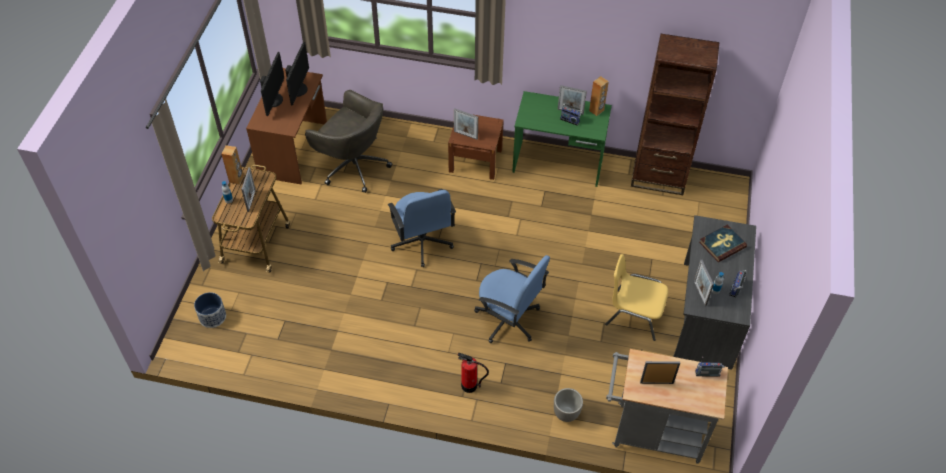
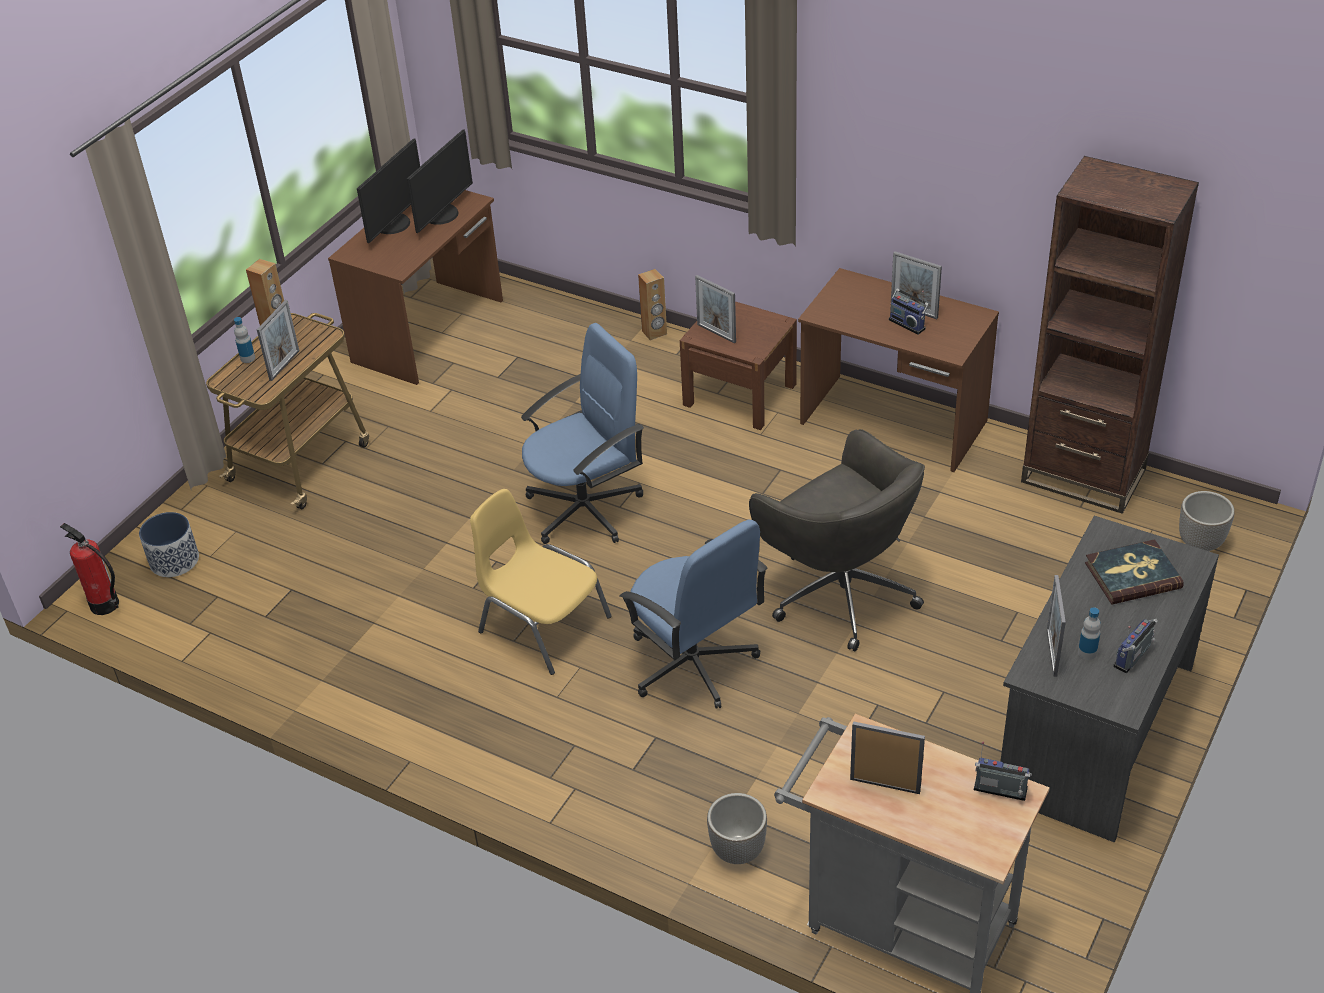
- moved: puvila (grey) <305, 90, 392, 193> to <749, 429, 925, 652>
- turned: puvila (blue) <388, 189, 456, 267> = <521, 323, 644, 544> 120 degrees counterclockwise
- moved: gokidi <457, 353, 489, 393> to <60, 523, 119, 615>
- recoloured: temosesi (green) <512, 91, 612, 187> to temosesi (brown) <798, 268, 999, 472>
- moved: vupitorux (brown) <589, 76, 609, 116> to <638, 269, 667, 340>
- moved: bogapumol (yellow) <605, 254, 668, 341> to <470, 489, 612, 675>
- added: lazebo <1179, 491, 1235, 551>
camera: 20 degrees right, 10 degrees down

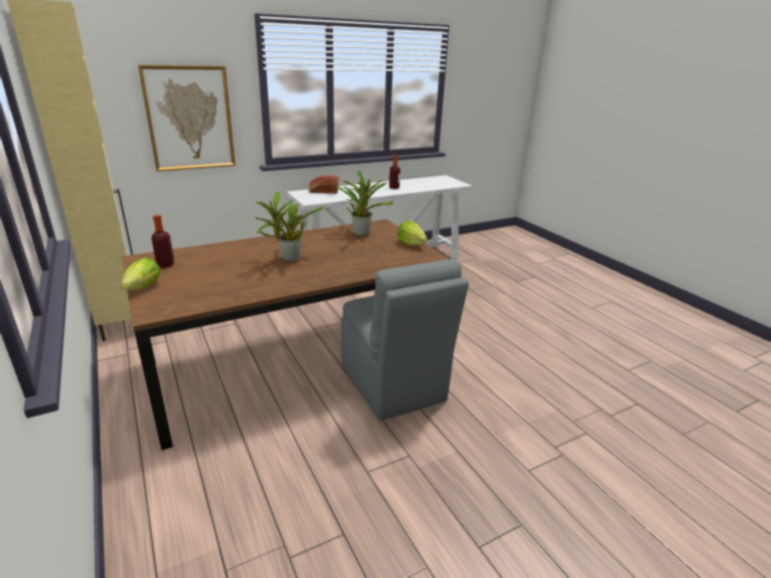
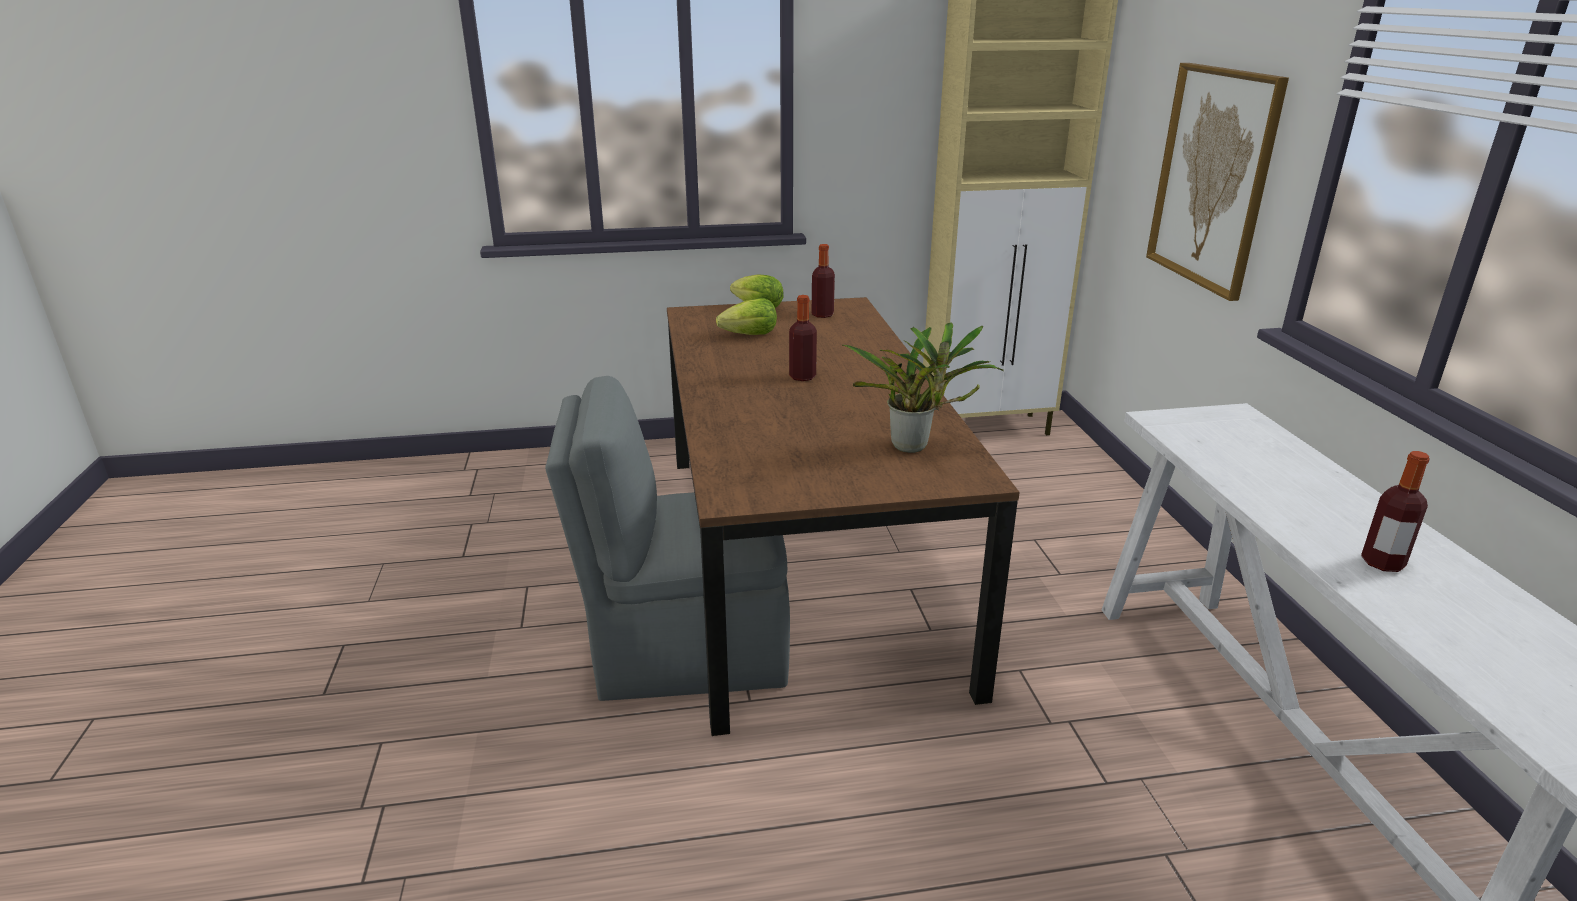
- replaced: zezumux <255, 192, 324, 262> to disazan <789, 295, 817, 381>
- removed: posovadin <309, 175, 339, 194>
- moved: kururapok <397, 221, 427, 245> to <716, 298, 777, 335>
camera: 110 degrees right, 0 degrees up

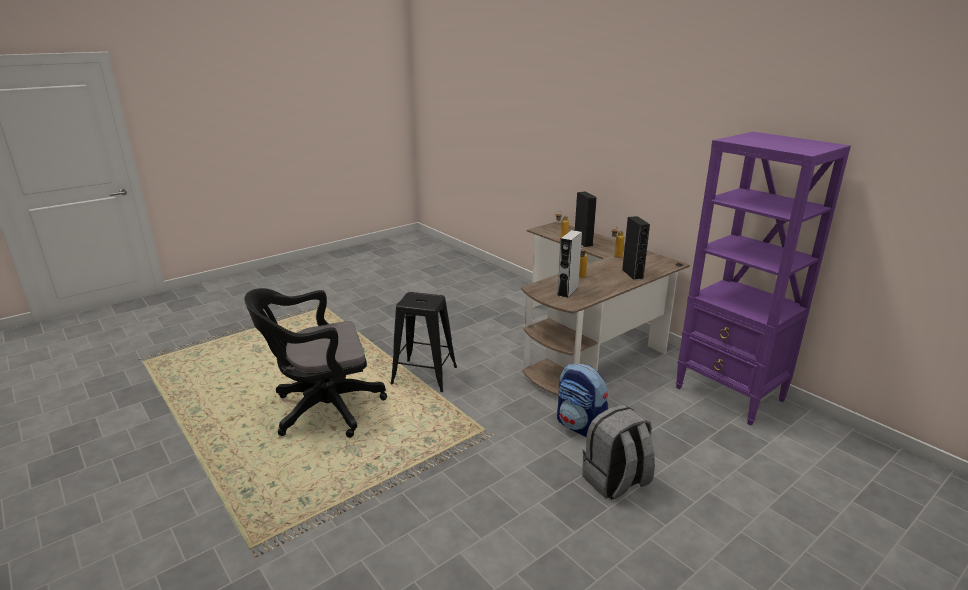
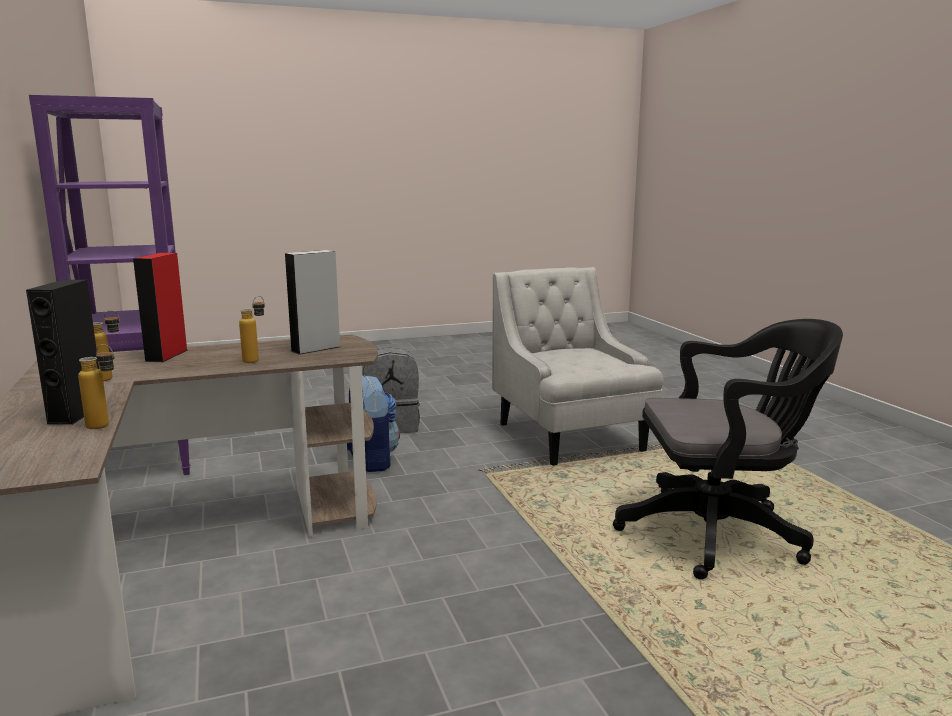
- removed: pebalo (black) <390, 292, 457, 392>
- recoloured: vupitorux (black) <622, 216, 650, 280> to vupitorux (red) <133, 253, 188, 362>
- added: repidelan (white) <492, 267, 664, 466>
camera: 160 degrees left, 10 degrees down

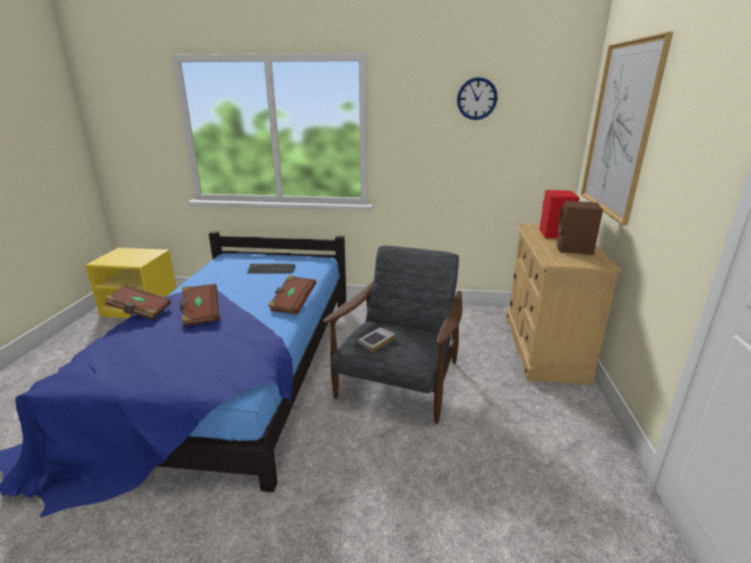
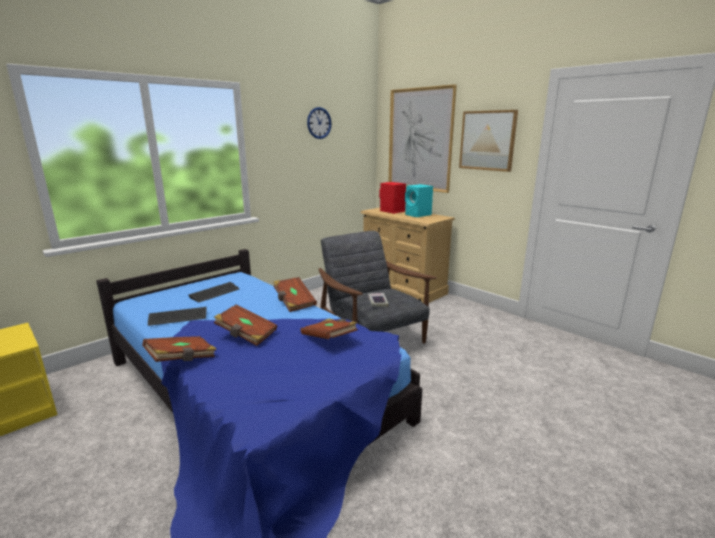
- recoloured: vupitorux (brown) <557, 201, 603, 255> to vupitorux (turquoise) <405, 184, 433, 217>
- added: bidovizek <148, 307, 207, 326>
- added: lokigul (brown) <300, 319, 358, 339>
- added: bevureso <459, 110, 518, 172>
camera: 50 degrees left, 5 degrees down

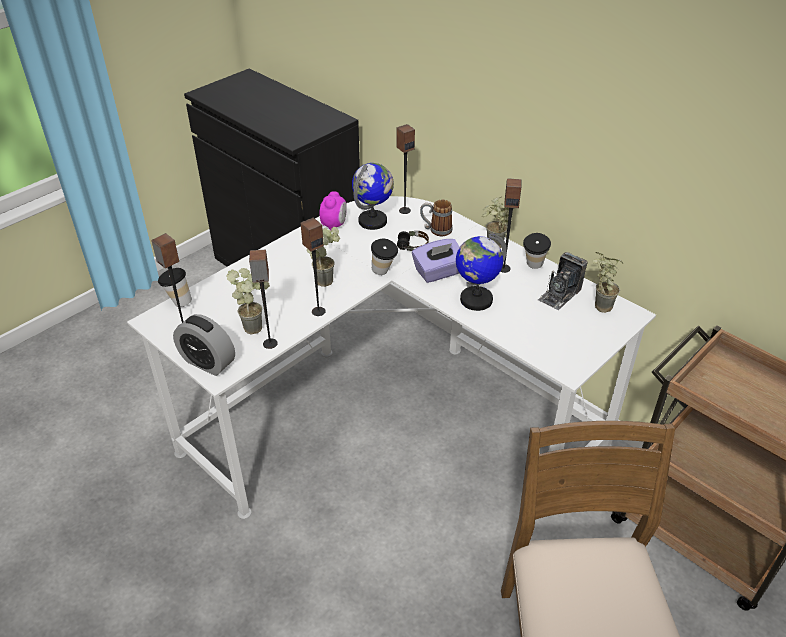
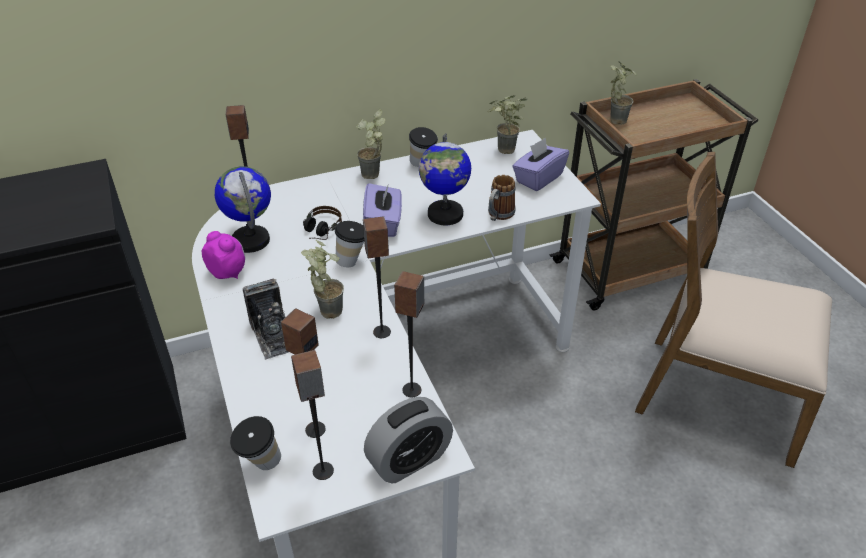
- moved: zezumux <226, 268, 270, 335> to <610, 62, 637, 125>
- moved: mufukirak <420, 199, 453, 236> to <488, 175, 515, 221>
- moved: vupitorux <500, 178, 521, 273> to <281, 308, 326, 438>
- moved: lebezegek <538, 252, 588, 310> to <243, 279, 289, 360>
- added: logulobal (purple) <512, 137, 569, 191>
camera: 65 degrees left, 0 degrees up

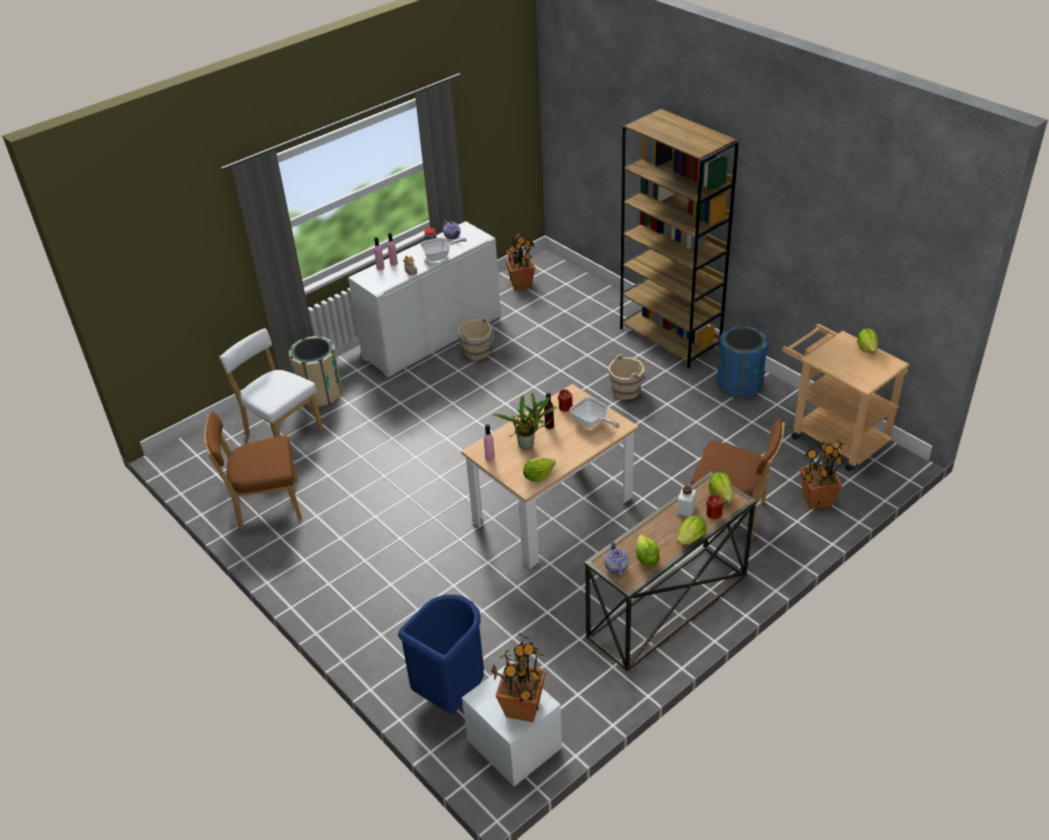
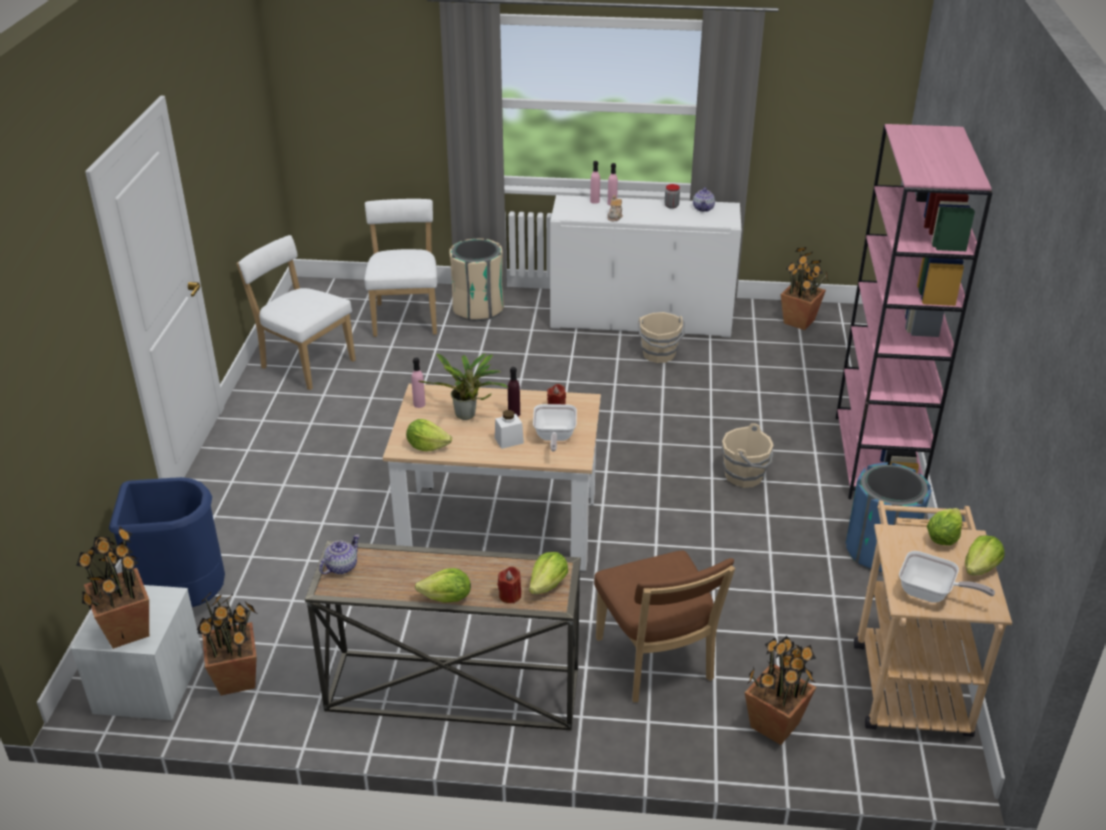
- recoloured: bogapumol (brown) <204, 411, 302, 530> to bogapumol (white) <236, 235, 356, 390>
- moved: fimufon <420, 237, 467, 262> to <899, 551, 995, 603>
- recoloured: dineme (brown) <620, 109, 739, 369> to dineme (pink) <836, 124, 992, 499>
- moved: kururapok <636, 534, 660, 567> to <927, 508, 962, 546>
- moved: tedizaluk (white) <676, 486, 696, 517> to <495, 410, 524, 449>
- added: zezumux <197, 592, 257, 695>
camera: 45 degrees right, 5 degrees down

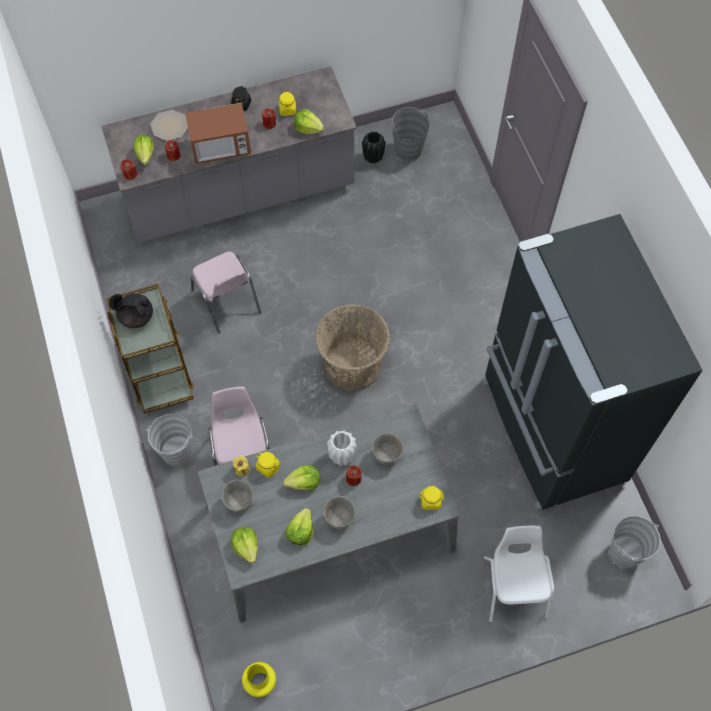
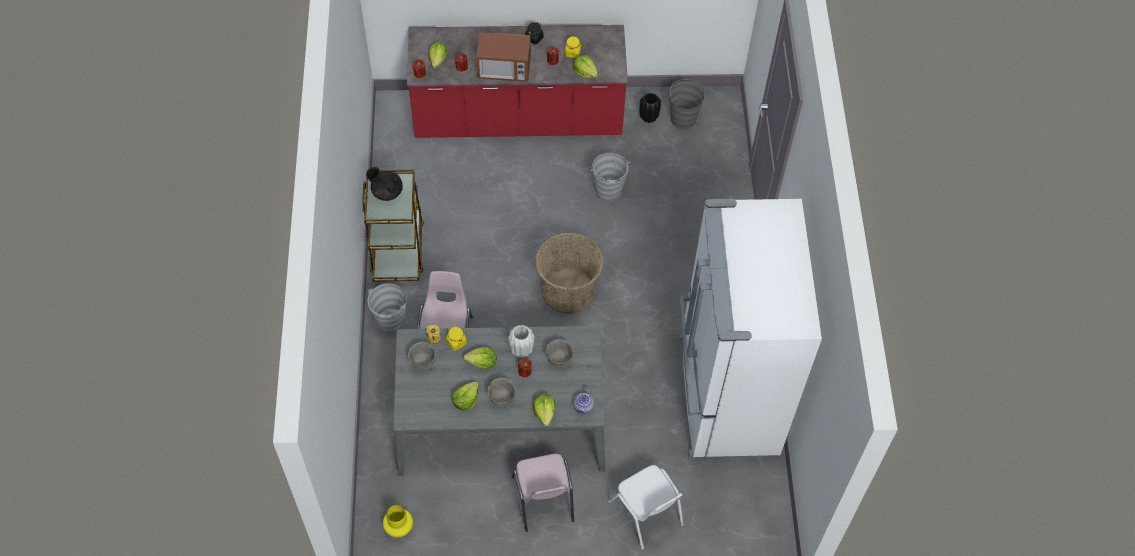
- recoloured: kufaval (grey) <102, 66, 357, 243> to kufaval (red) <407, 25, 628, 138>
- removed: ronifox <150, 110, 188, 141>
- moved: bogapumol (pink) <191, 251, 261, 334> to <511, 454, 574, 532>
- moved: kururapok <231, 527, 258, 564> to <533, 394, 556, 426>
- replaced: tedizaluk (yellow) <419, 486, 444, 510> to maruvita <573, 387, 594, 416>
- recoloured: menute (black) <481, 214, 703, 511> to menute (white) <678, 199, 822, 458>
- turned: bogapumol (white) <484, 526, 554, 622> = <608, 465, 684, 550> 135 degrees clockwise
- moved: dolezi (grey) <610, 516, 661, 568> to <591, 153, 630, 202>
camera: 15 degrees right, 5 degrees down

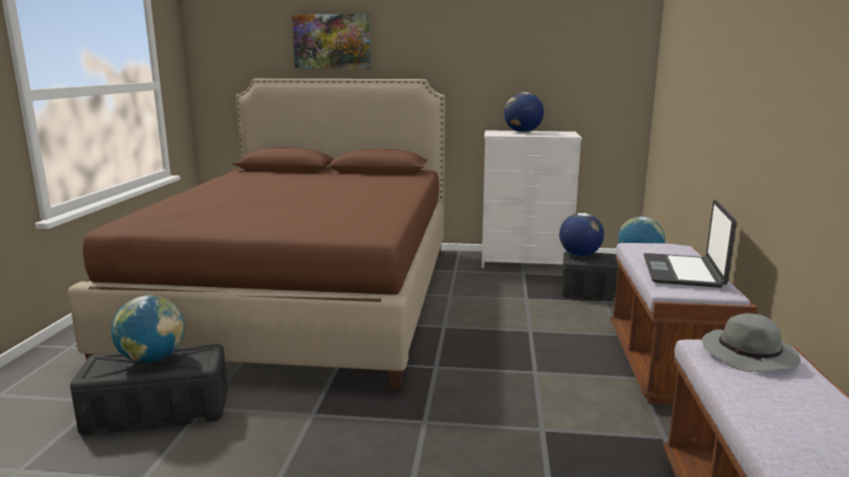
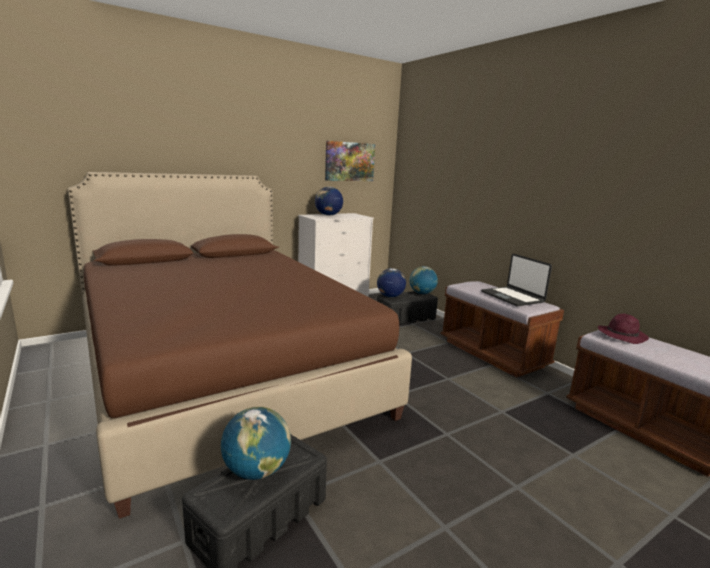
- moved: bevureso <292, 14, 371, 68> to <325, 141, 375, 181>
- recoloured: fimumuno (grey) <702, 313, 801, 372> to fimumuno (purple) <598, 314, 649, 344>
camera: 40 degrees left, 0 degrees up

